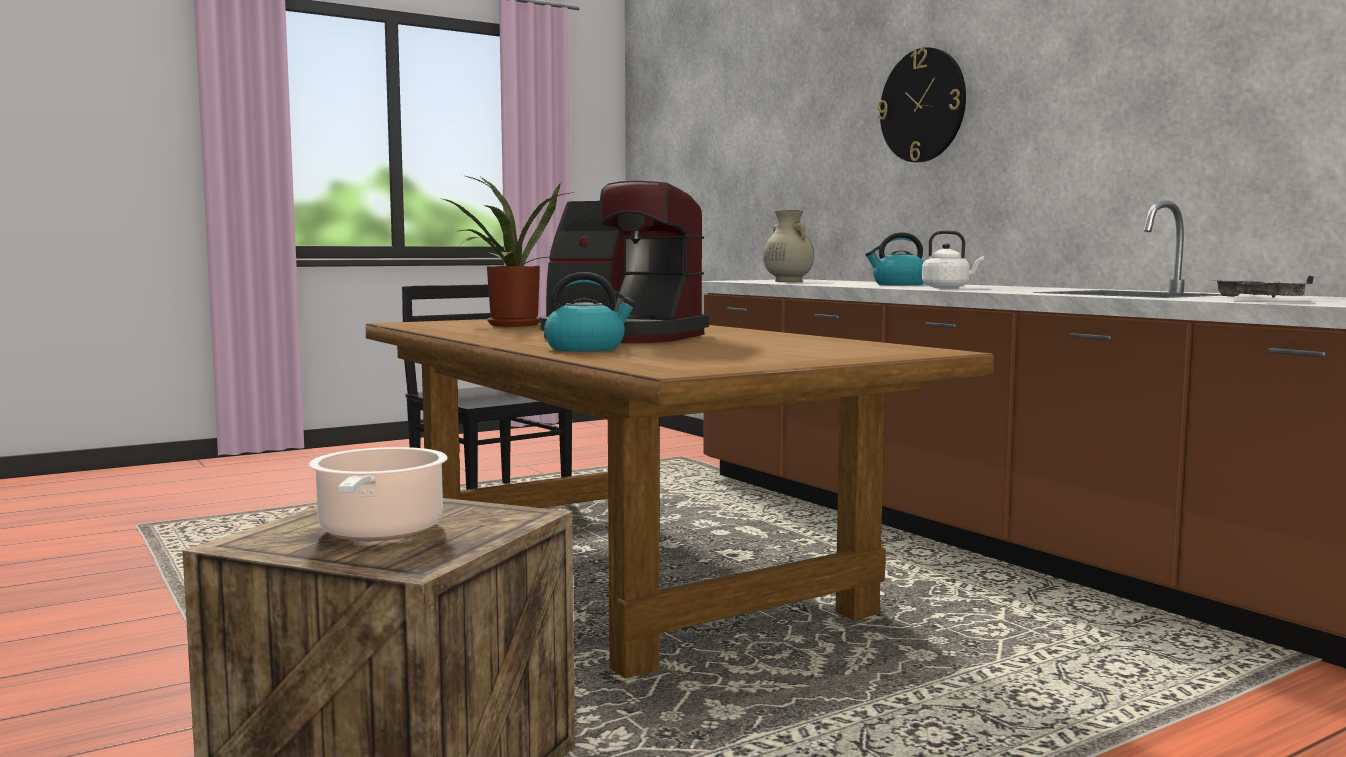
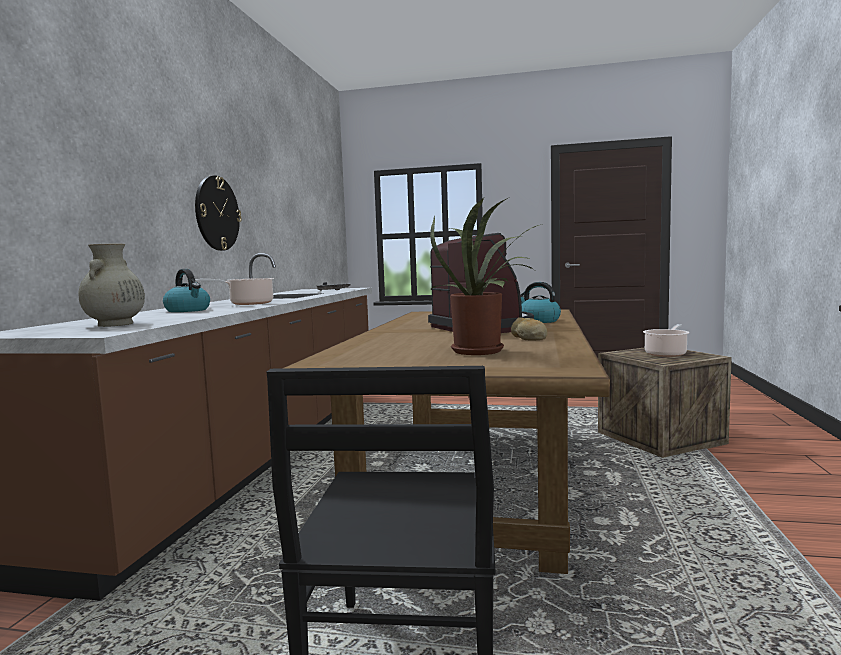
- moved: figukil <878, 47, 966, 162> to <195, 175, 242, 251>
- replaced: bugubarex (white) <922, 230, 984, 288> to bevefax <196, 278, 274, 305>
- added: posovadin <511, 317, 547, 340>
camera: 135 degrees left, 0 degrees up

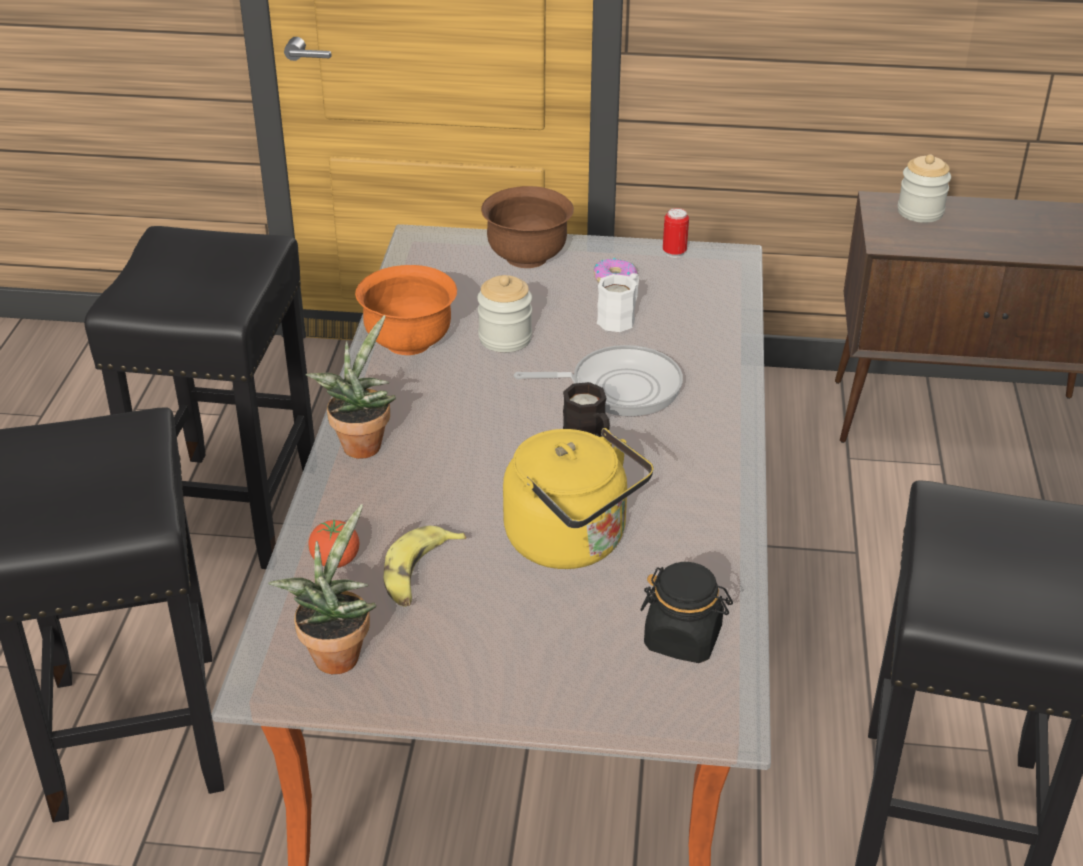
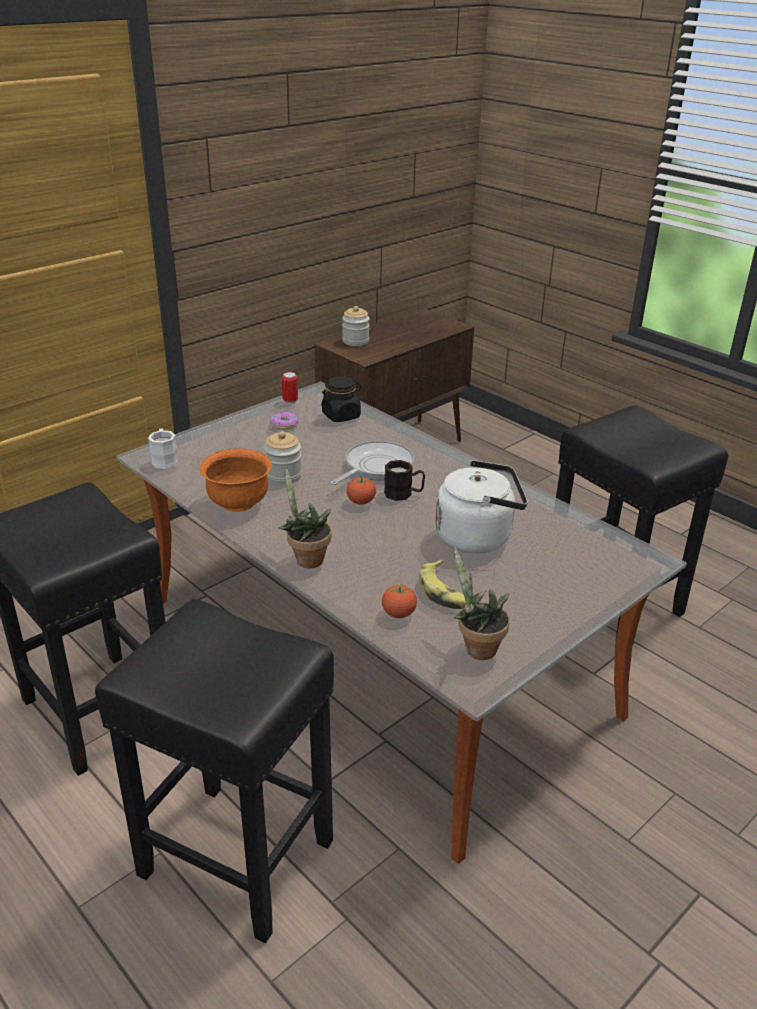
- removed: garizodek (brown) <481, 186, 574, 268>
- recoloured: bugubarex (yellow) <503, 428, 653, 569> to bugubarex (white) <435, 460, 528, 553>
- moved: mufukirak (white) <597, 273, 639, 332> to <148, 428, 178, 469>
- moved: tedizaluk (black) <640, 562, 733, 663> to <321, 376, 362, 422>
- added: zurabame <347, 477, 376, 504>
camera: 50 degrees left, 5 degrees down

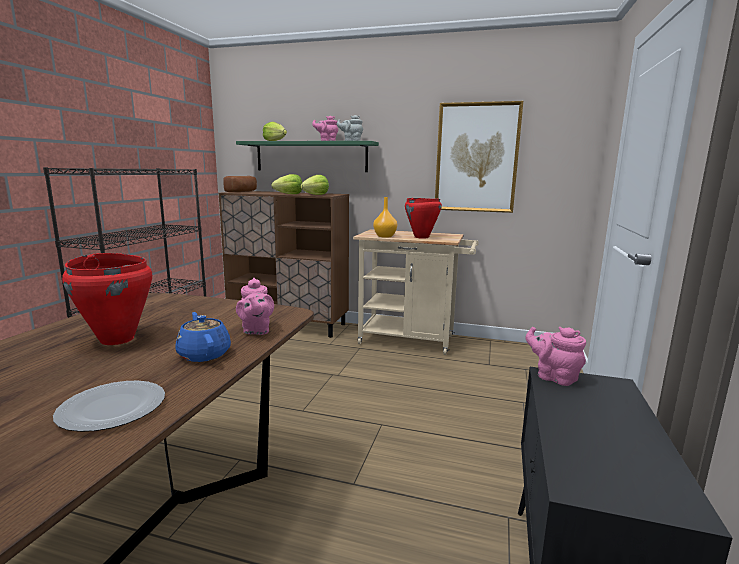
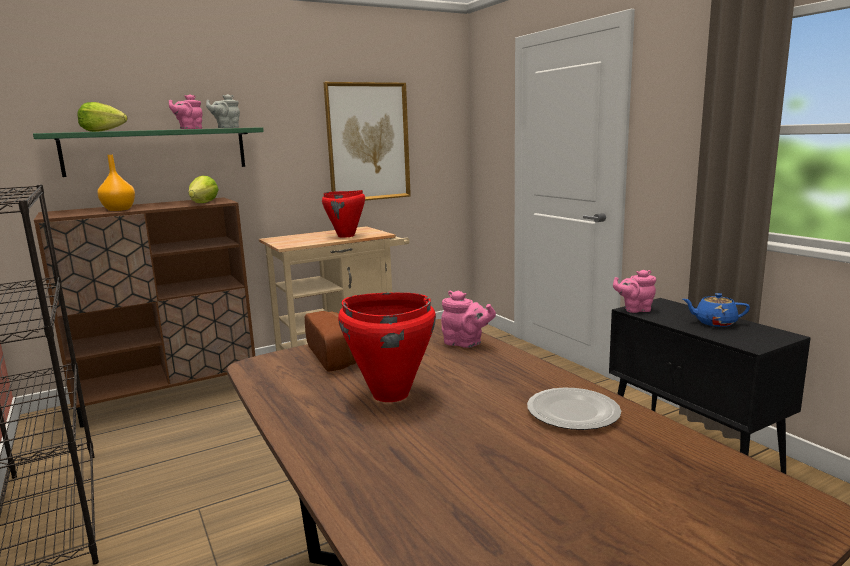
- moved: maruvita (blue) <175, 312, 231, 362> to <683, 293, 750, 327>
- moved: posovadin <223, 176, 257, 192> to <305, 311, 356, 372>
- removed: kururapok <271, 174, 302, 194>
- moved: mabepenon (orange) <373, 197, 397, 238> to <97, 155, 135, 211>
camera: 45 degrees left, 0 degrees up

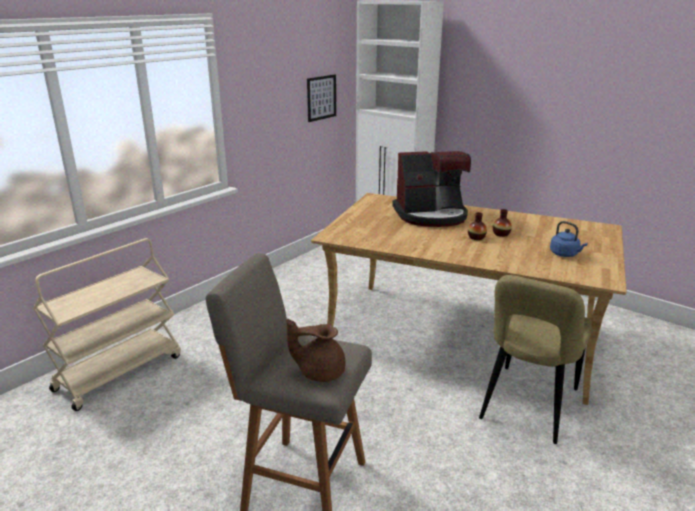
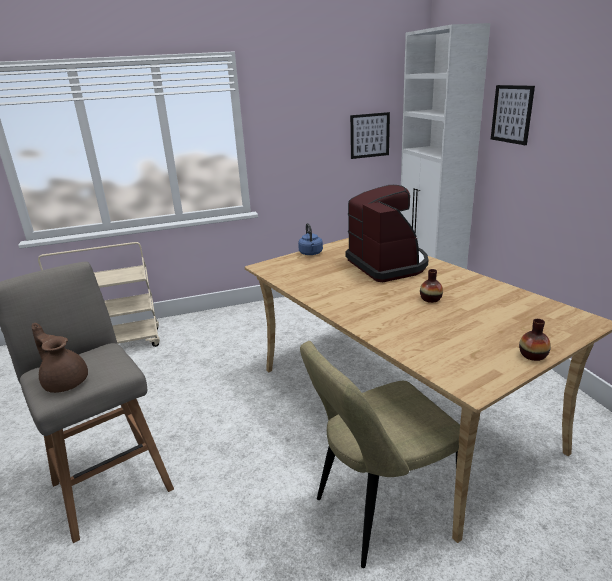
- turned: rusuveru <392, 151, 471, 227> = <346, 185, 428, 282> 135 degrees counterclockwise
- moved: mabepenon <468, 212, 487, 240> to <519, 319, 551, 361>
- moved: bugubarex (blue) <550, 221, 588, 257> to <298, 223, 323, 255>
- added: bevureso <491, 85, 535, 145>
camera: 35 degrees right, 0 degrees up

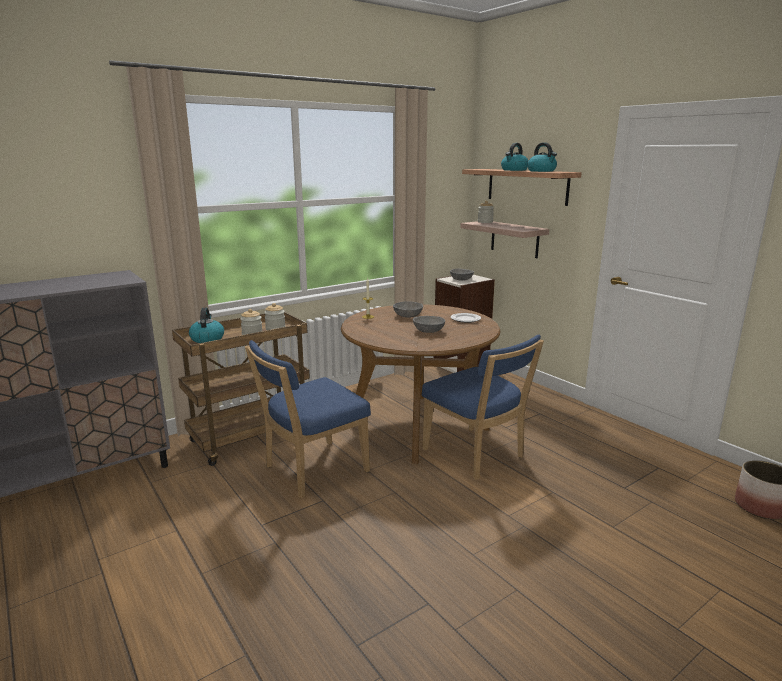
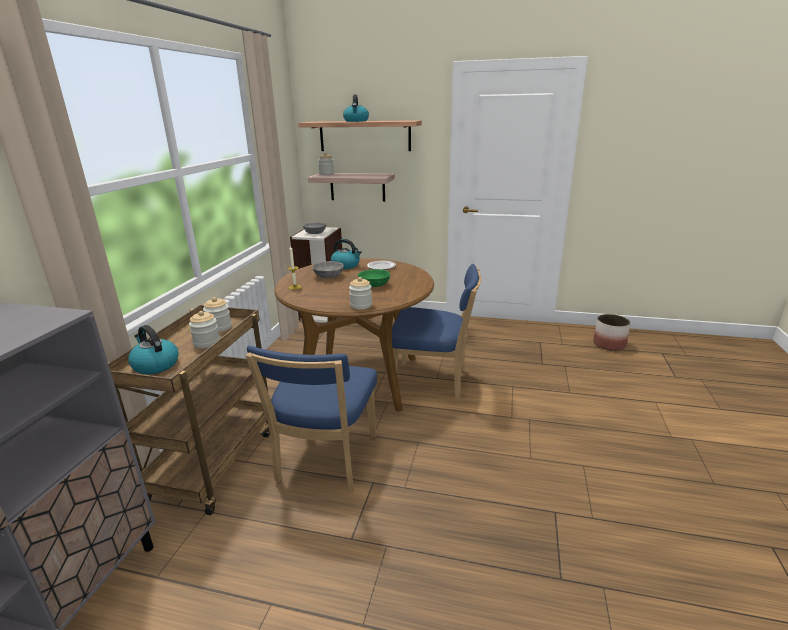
- recoloured: garizodek (grey) <413, 316, 445, 333> to garizodek (green) <358, 269, 390, 287>
- moved: bugubarex <527, 142, 557, 172> to <331, 239, 362, 269>
- added: tedizaluk <349, 277, 372, 310>
camera: 40 degrees left, 5 degrees up

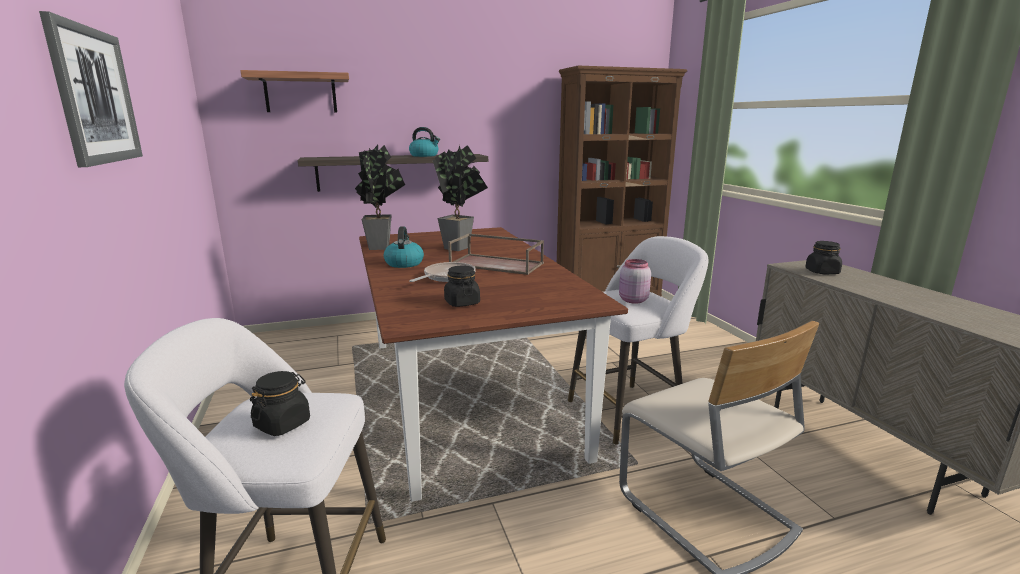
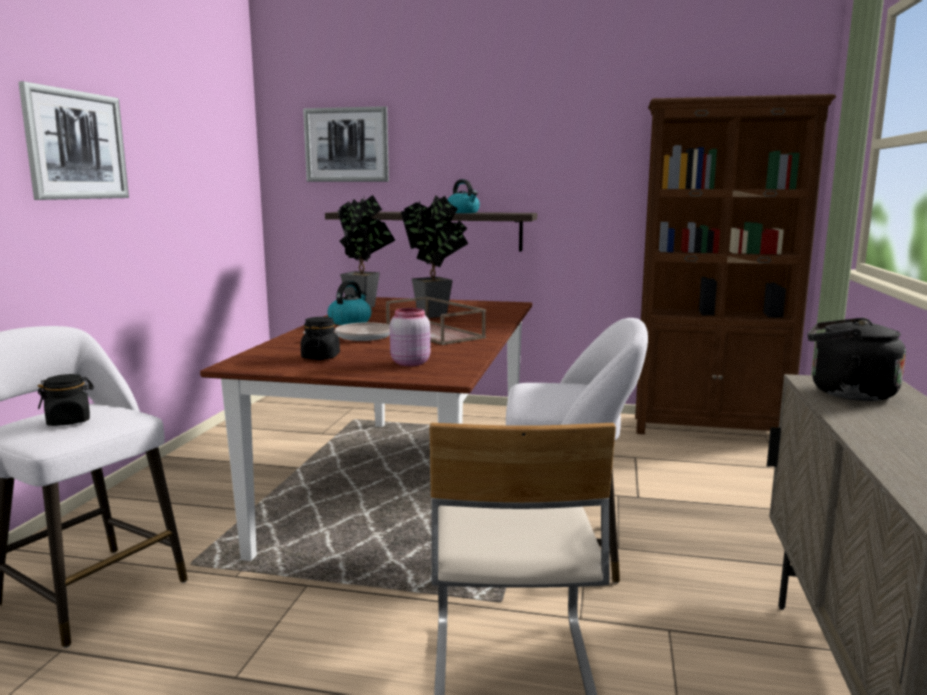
- replaced: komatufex <240, 70, 349, 113> to bevureso <303, 106, 389, 182>
- moved: tedizaluk (pink) <619, 259, 651, 304> to <390, 308, 431, 366>
- replaced: tedizaluk (black) <805, 241, 842, 275> to bugubarex (black) <808, 318, 906, 401>
camera: 30 degrees right, 5 degrees down

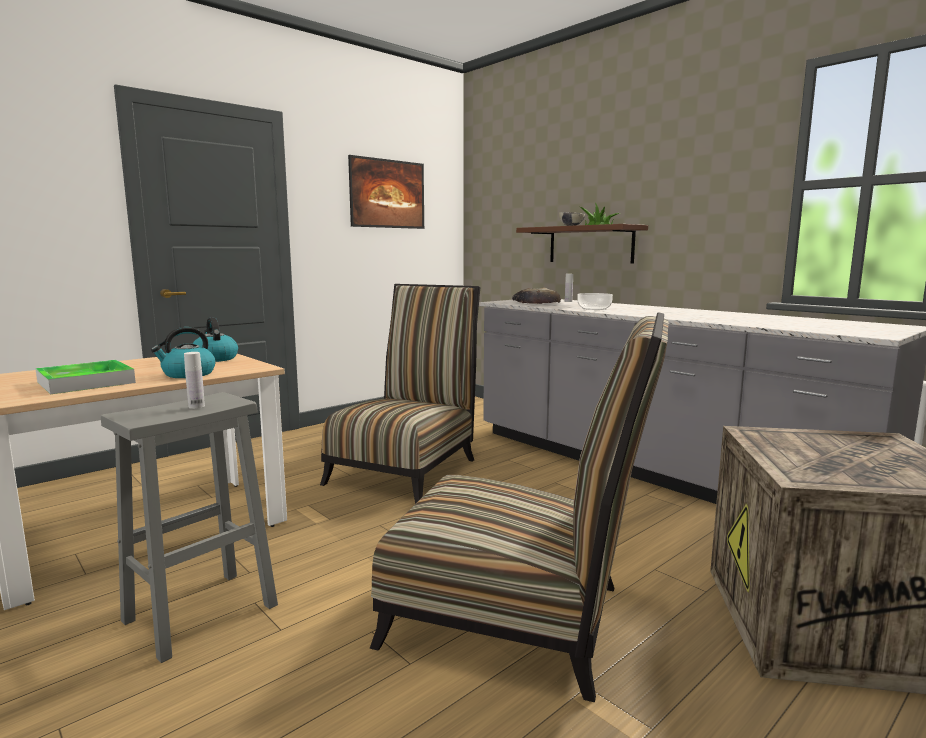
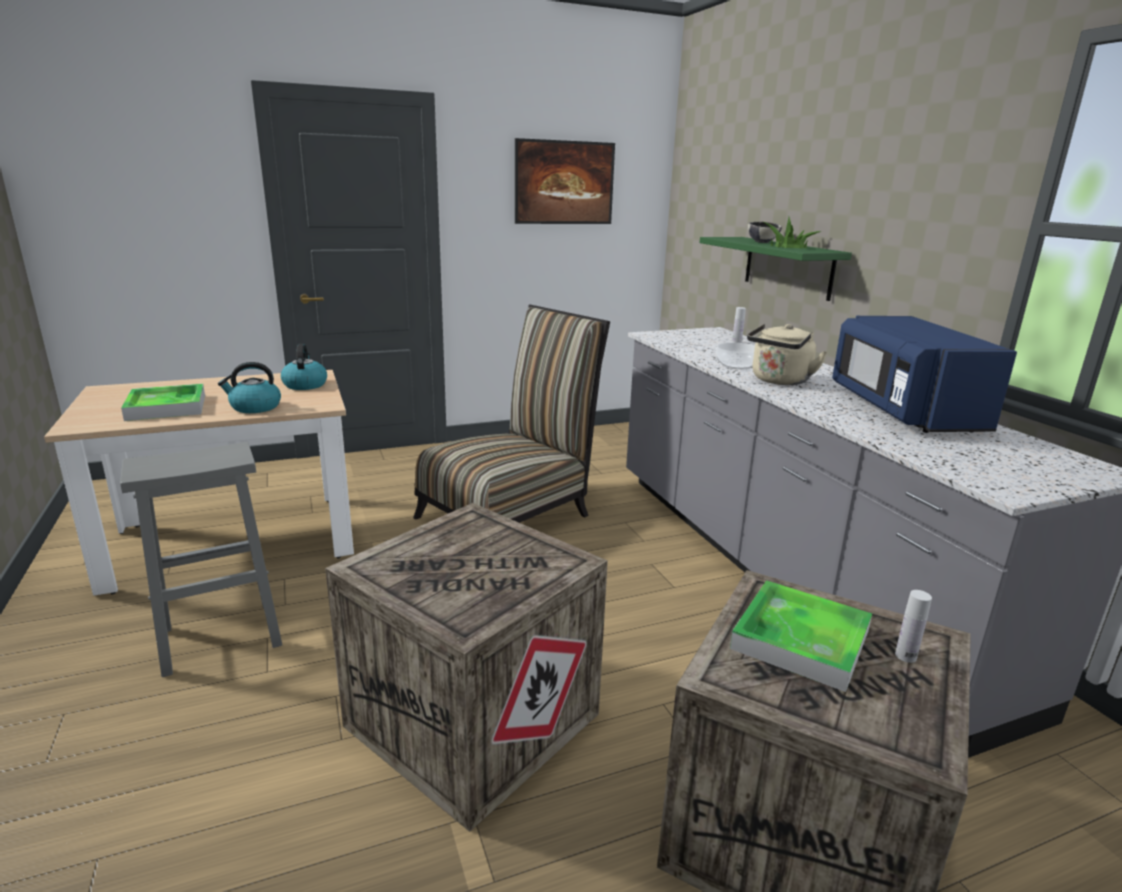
- moved: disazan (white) <184, 352, 205, 409> to <895, 590, 932, 663>
- replaced: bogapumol <370, 312, 669, 702> to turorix <325, 503, 608, 832>
- removed: posovadin <512, 287, 561, 304>
- recoloured: komatufex (brown) <516, 224, 648, 263> to komatufex (green) <699, 237, 852, 301>
- added: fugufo <730, 580, 872, 692>
- added: bugubarex (beige) <747, 324, 827, 385>
- added: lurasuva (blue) <832, 316, 1017, 433>
camera: 20 degrees right, 10 degrees up

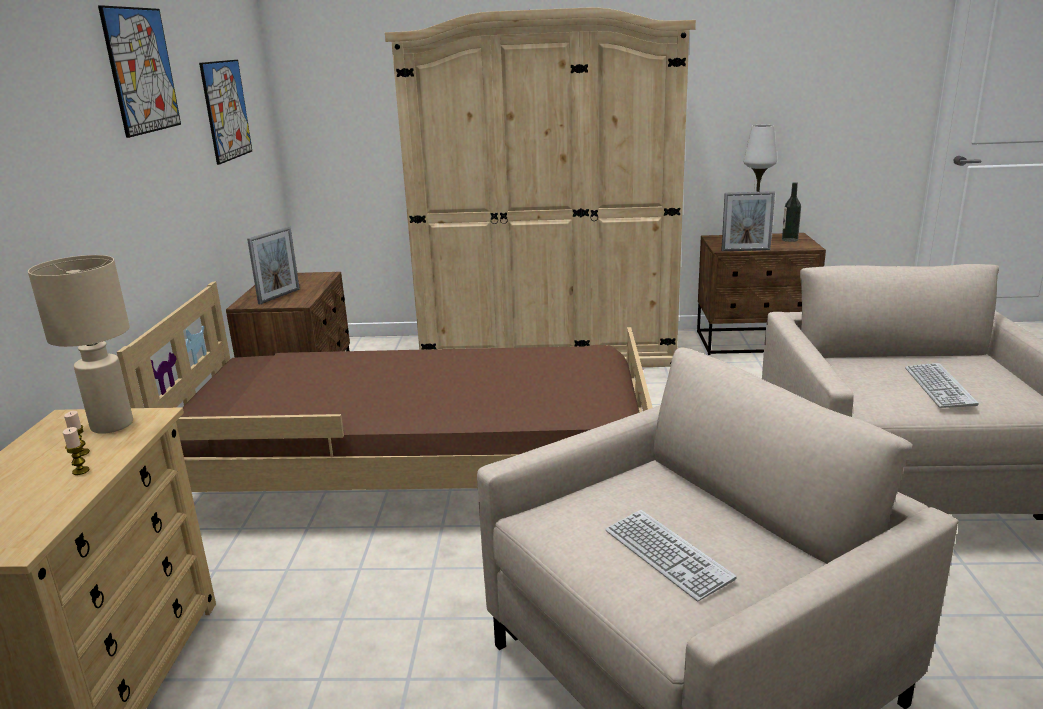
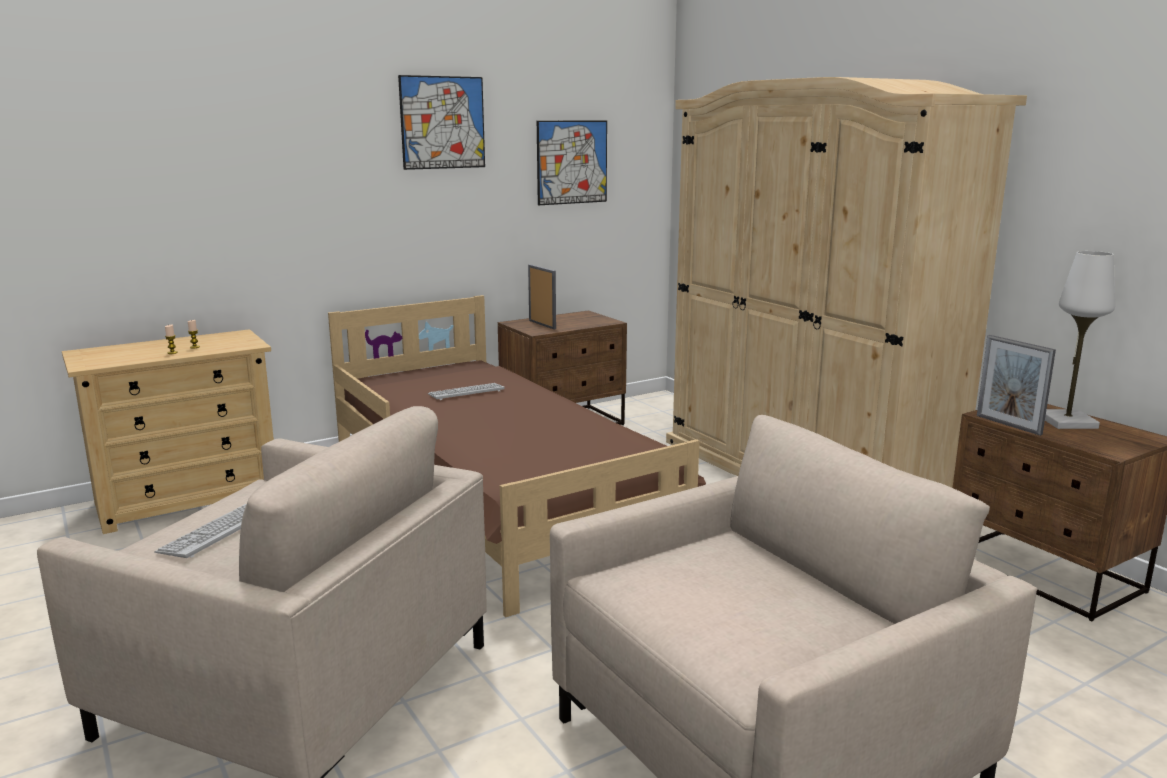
- removed: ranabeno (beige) <28, 255, 133, 434>
- turned: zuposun <247, 227, 300, 304> = <528, 264, 556, 329> 120 degrees counterclockwise
- removed: disazan <782, 182, 801, 242>
- moved: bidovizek <905, 363, 978, 408> to <428, 383, 505, 400>
camera: 55 degrees right, 5 degrees down

